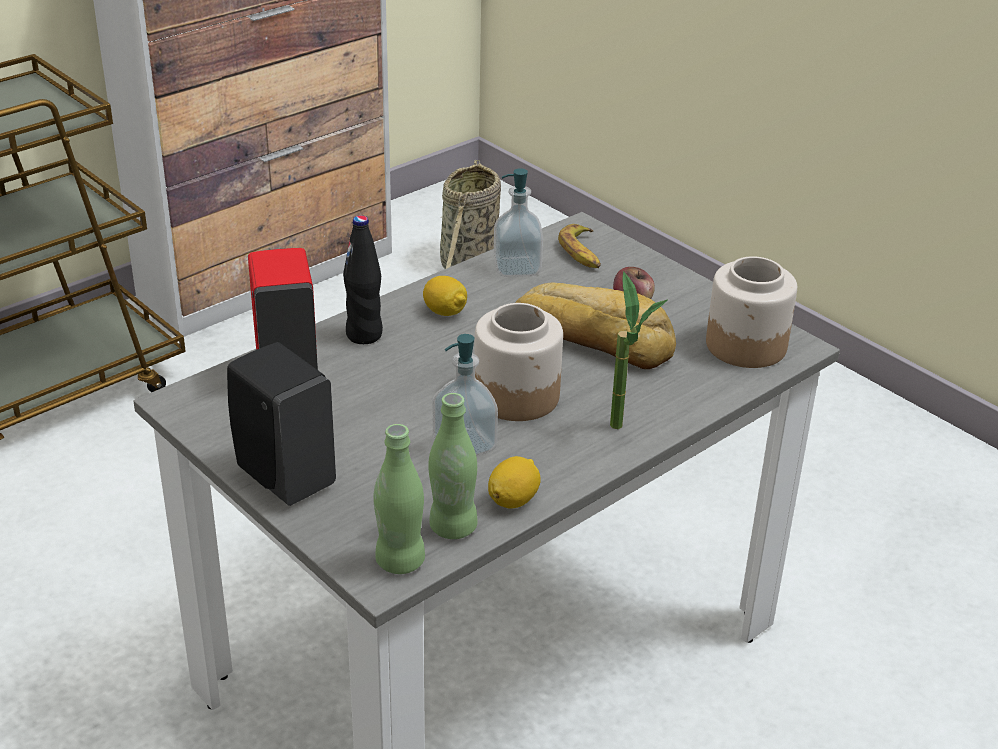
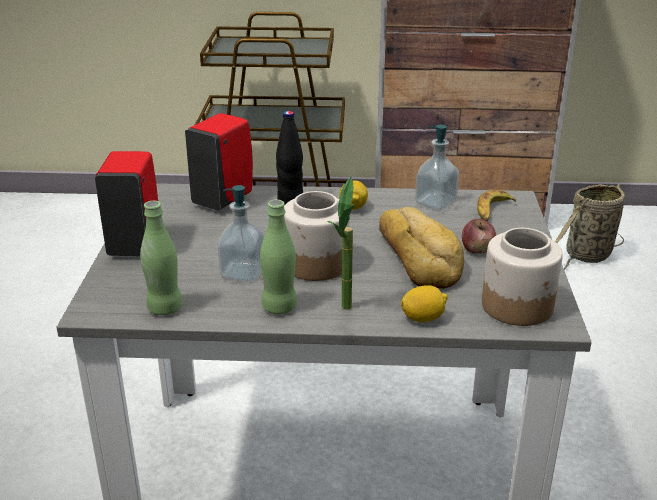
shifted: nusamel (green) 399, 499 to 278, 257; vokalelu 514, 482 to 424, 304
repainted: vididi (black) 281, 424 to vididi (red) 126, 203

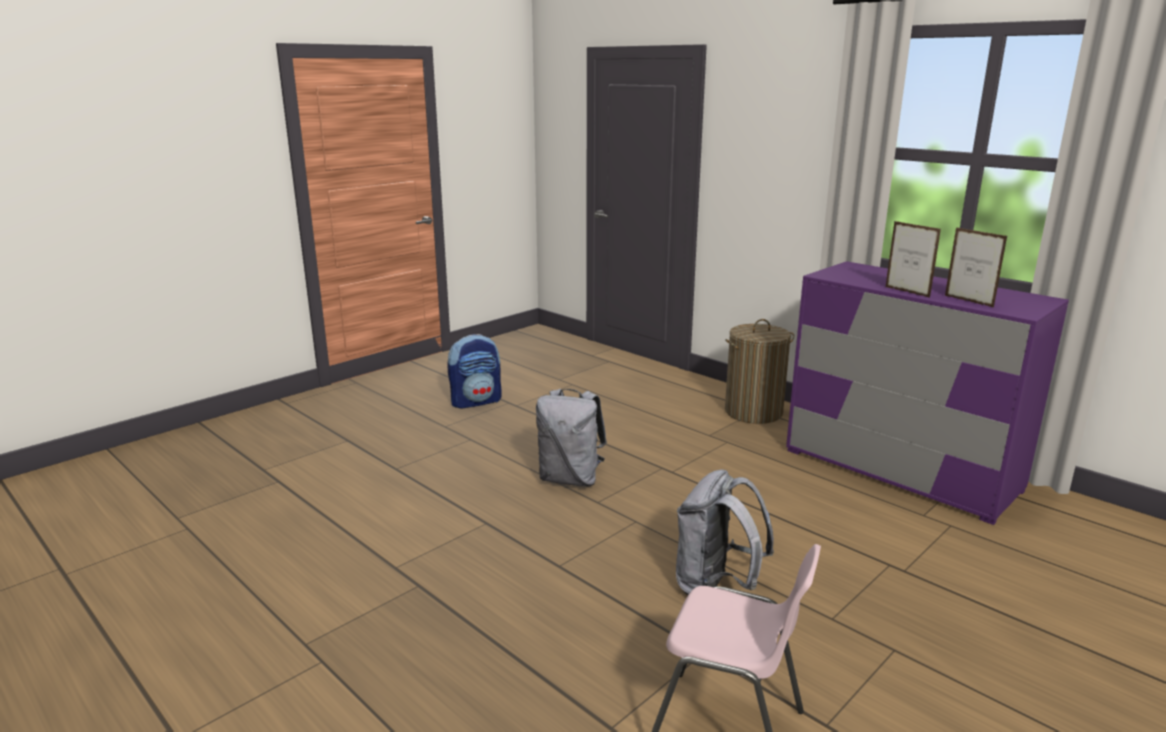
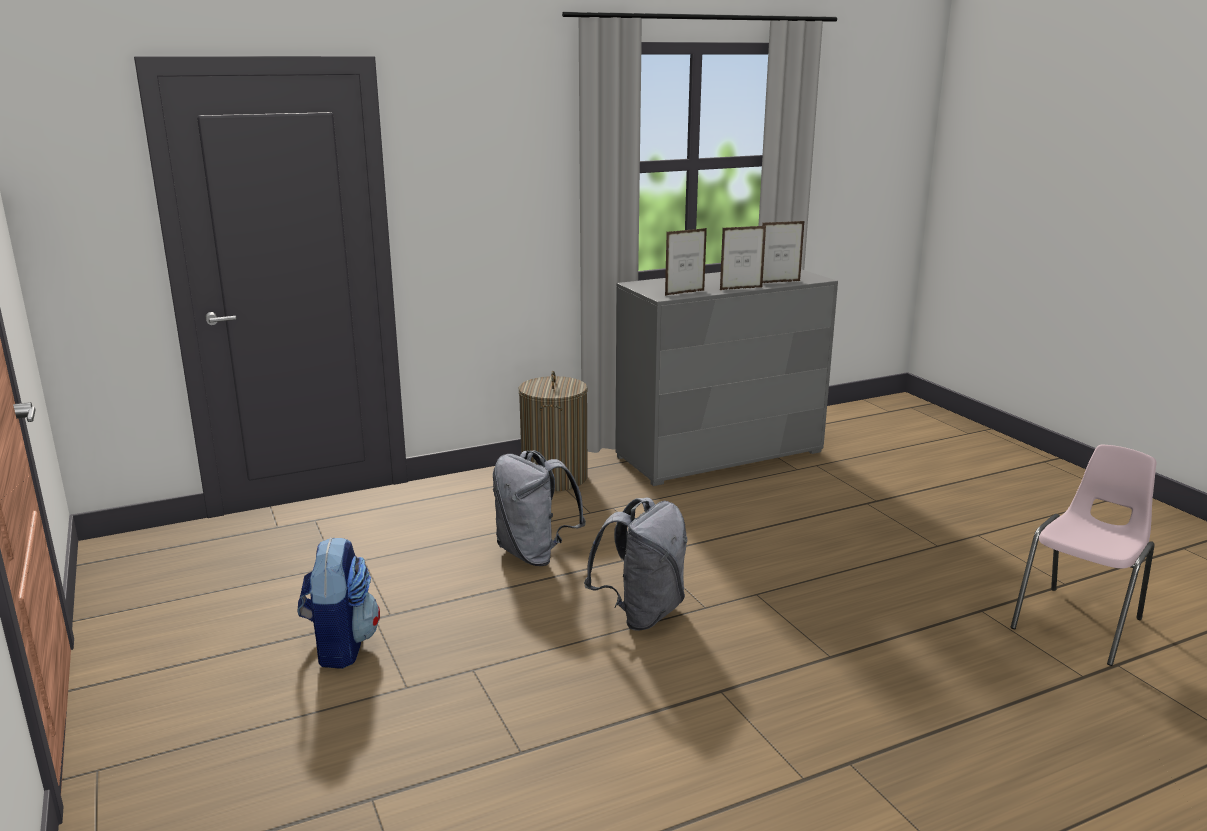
new: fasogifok 686, 262
shifted: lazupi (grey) 725, 532 to 539, 508
repainted: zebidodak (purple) 927, 393 to zebidodak (grey) 726, 377

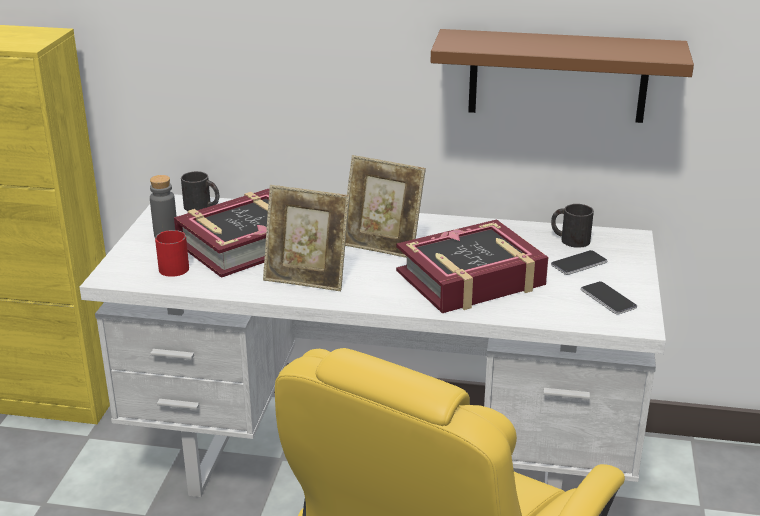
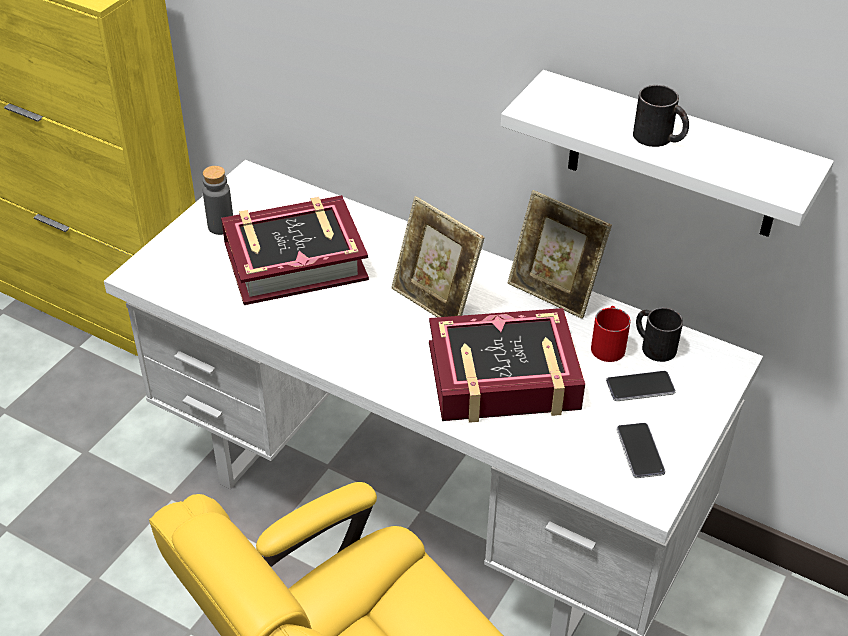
shifted: fasogifok 306, 238 to 560, 254; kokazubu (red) 172, 253 to 611, 334; kokazubu (black) 200, 191 to 661, 116
repainted: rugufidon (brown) 562, 76 to rugufidon (white) 667, 153

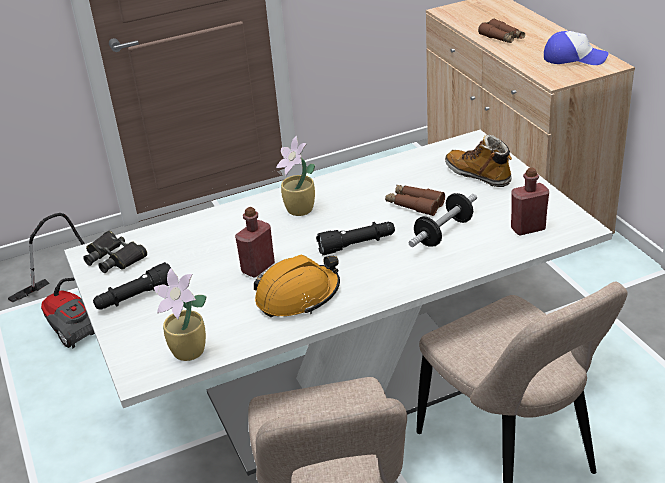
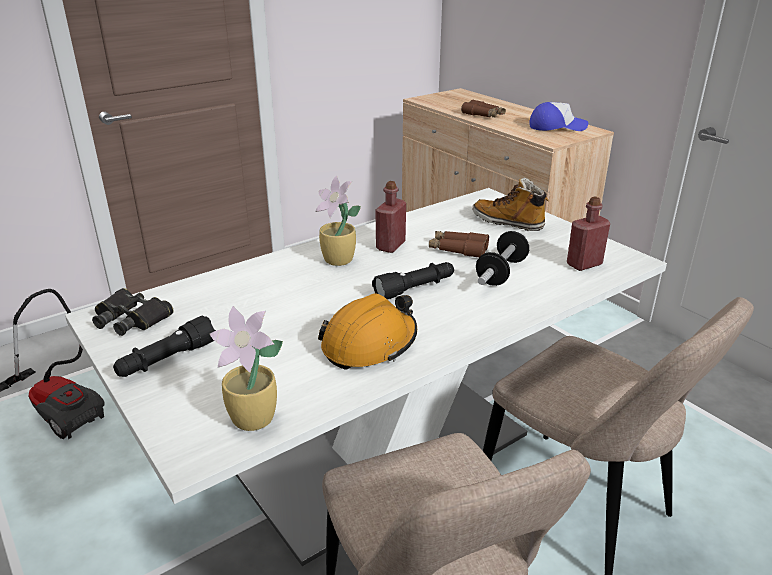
shifted: nusamel (red) 255, 242 to 390, 217

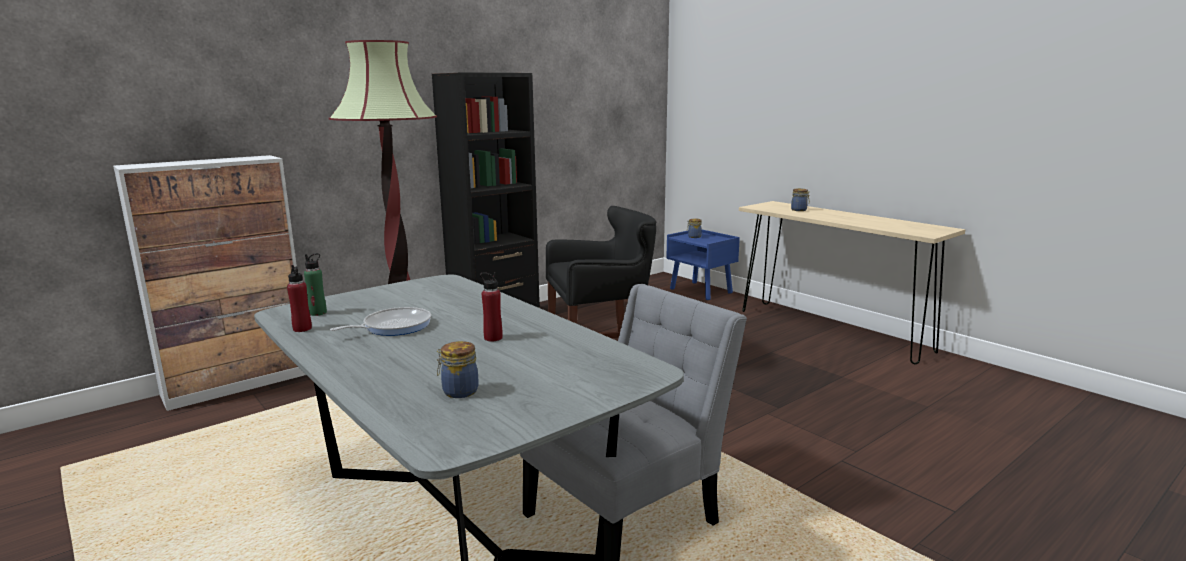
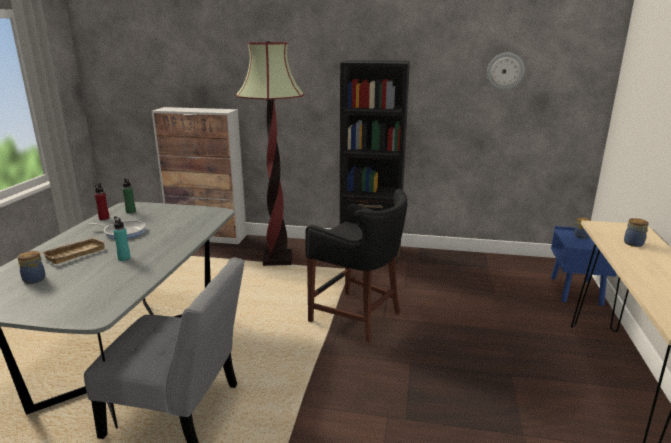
new: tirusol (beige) 73, 250; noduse 506, 71
repainted: nusamel (red) 491, 306 to nusamel (turquoise) 122, 238

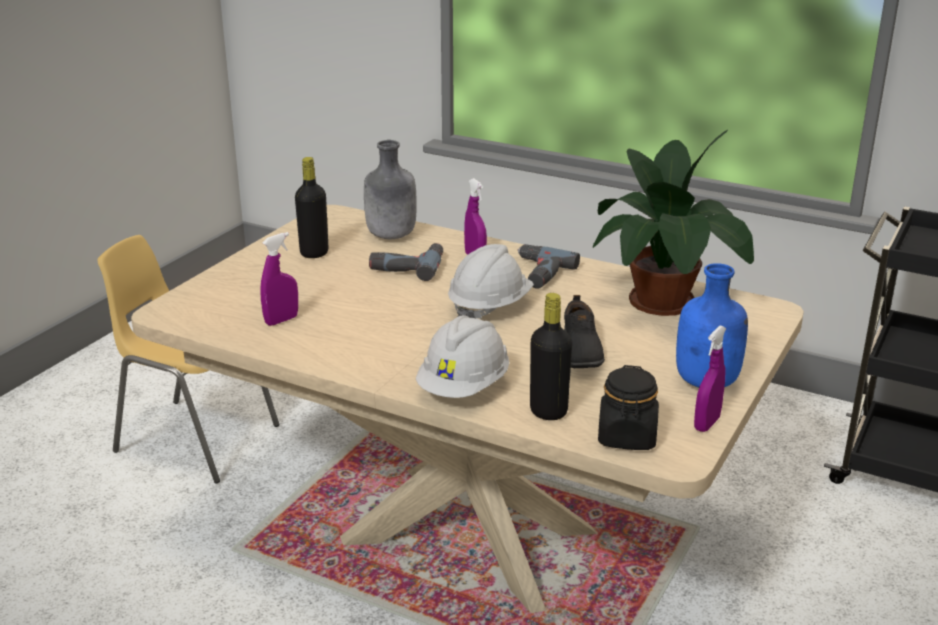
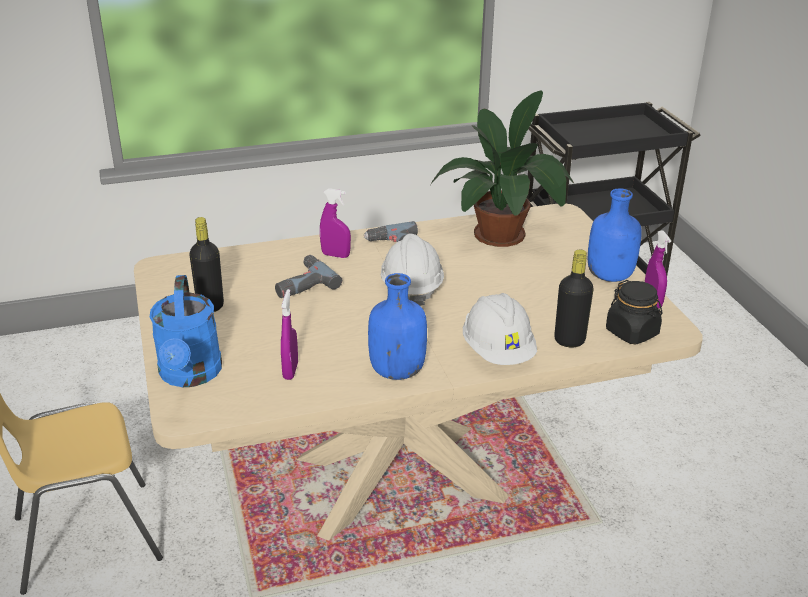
gone: nusamel (grey) 390, 189; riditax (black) 584, 331
new: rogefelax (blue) 185, 331; nusamel (blue) 397, 326

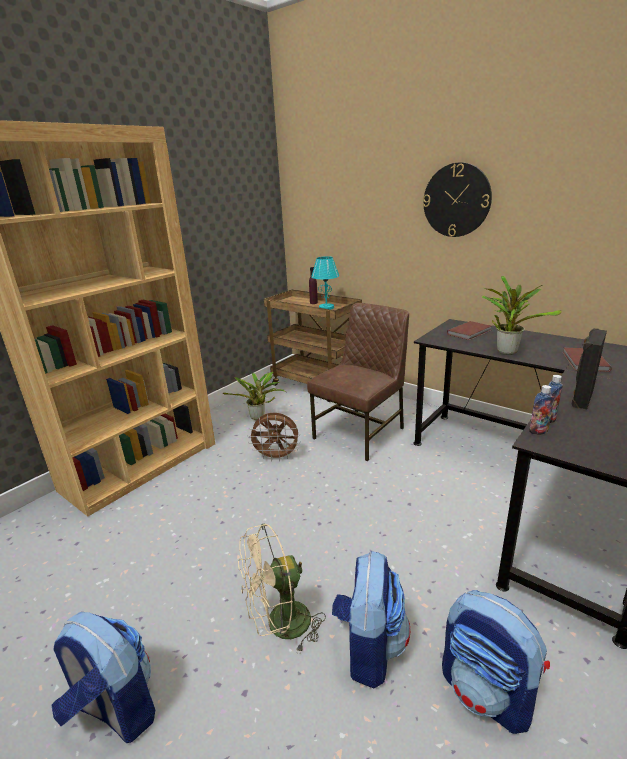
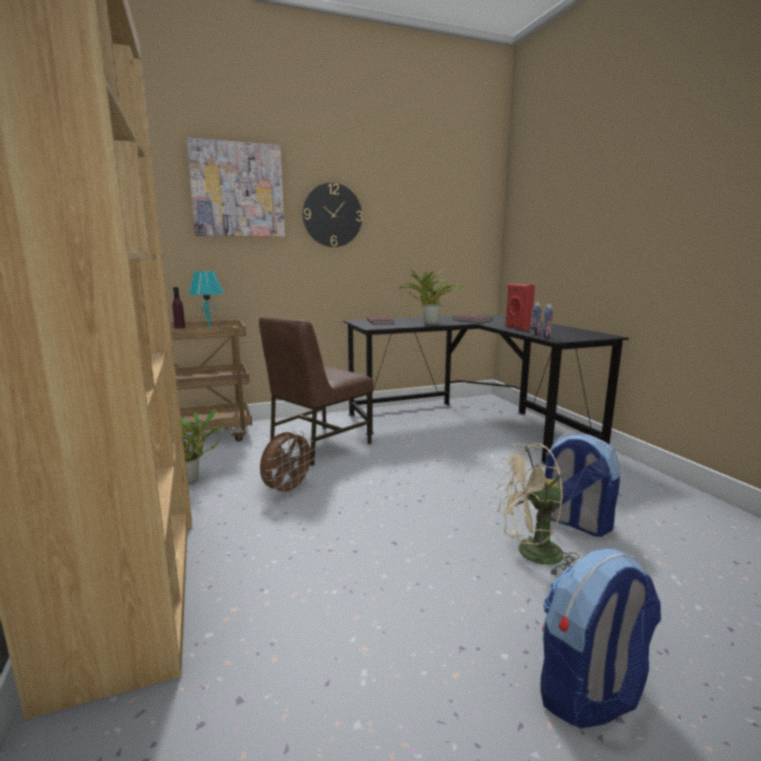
gone: lazupi 496, 662
new: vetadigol 235, 187
repainted: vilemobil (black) 589, 369 to vilemobil (red) 520, 307
rotated: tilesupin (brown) 358, 382 = 316, 391 120 degrees counterclockwise; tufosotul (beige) 282, 588 = 537, 510 75 degrees clockwise

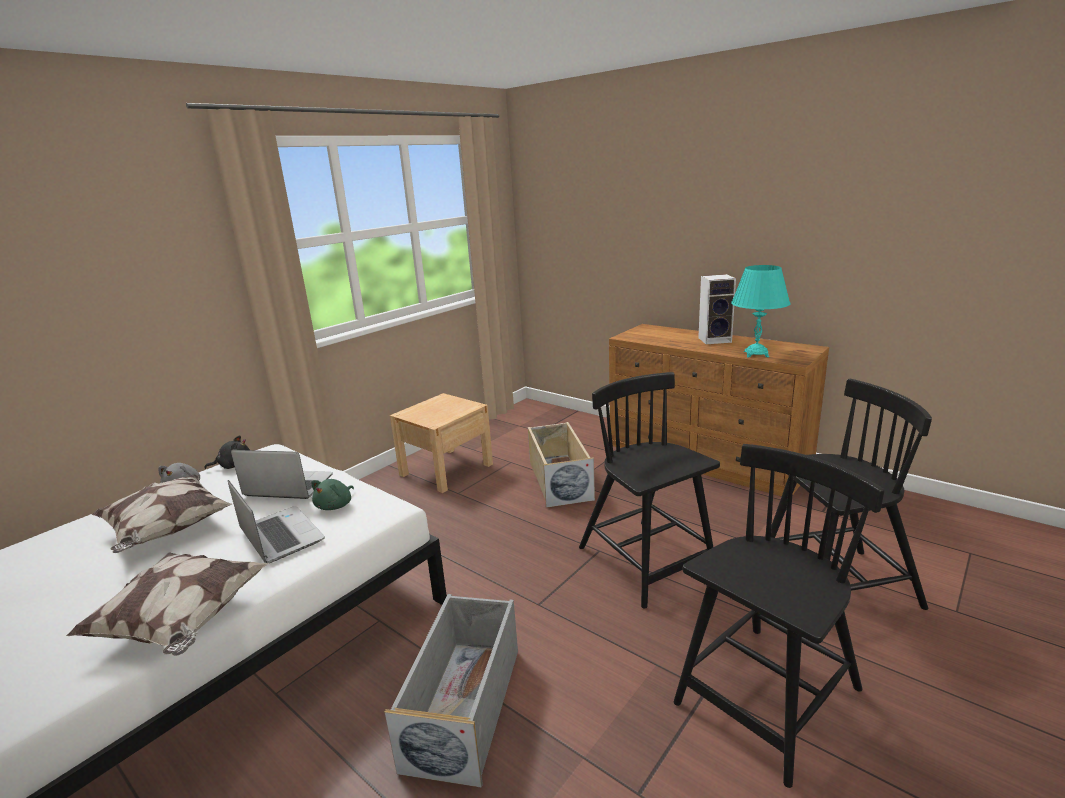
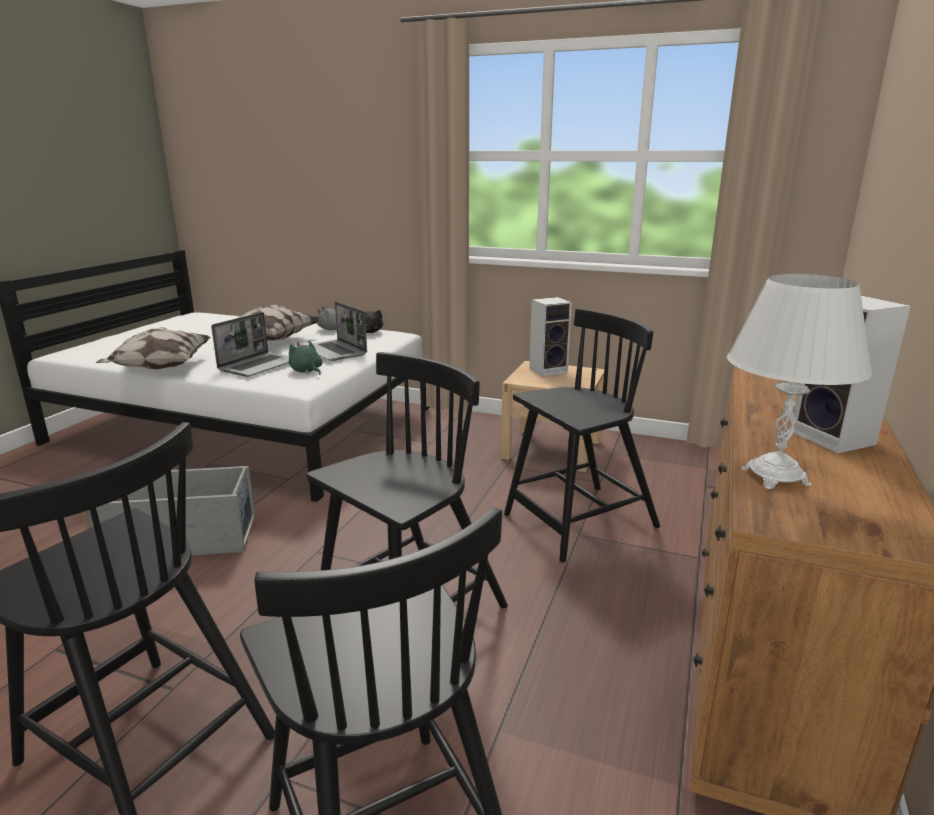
new: vilemobil 550, 336
swapped: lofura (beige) 561, 465 to tilesupin (black) 582, 435
repainted: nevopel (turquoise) 760, 311 to nevopel (white) 800, 381
rotated: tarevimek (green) 333, 494 = 305, 357 45 degrees clockwise; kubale 282, 474 = 337, 331 150 degrees clockwise

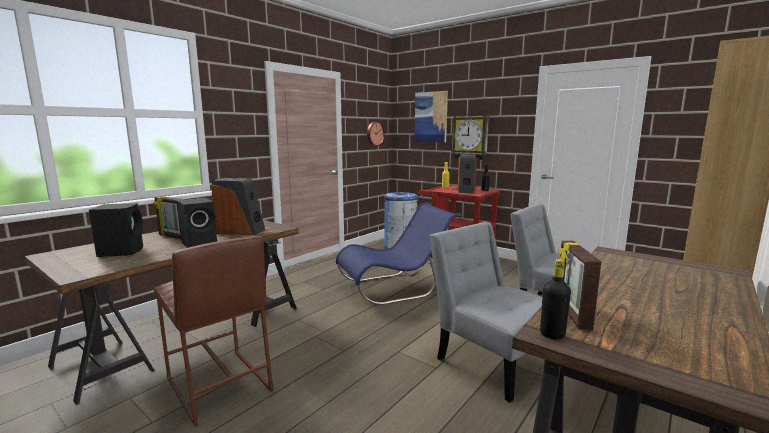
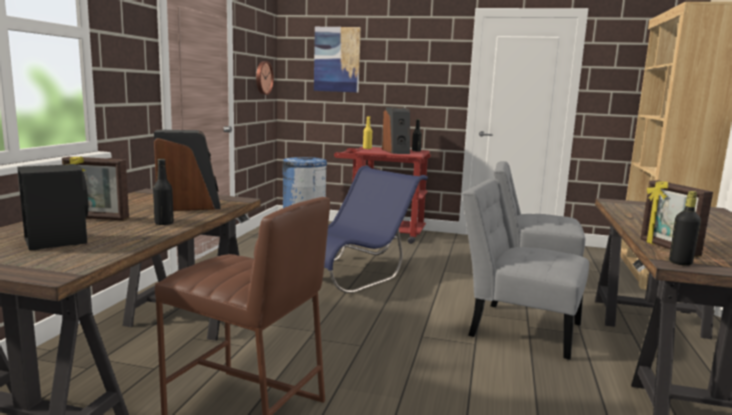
gone: noduse 470, 138
swapped: vilemobil (black) 197, 223 to nusamel (black) 163, 192

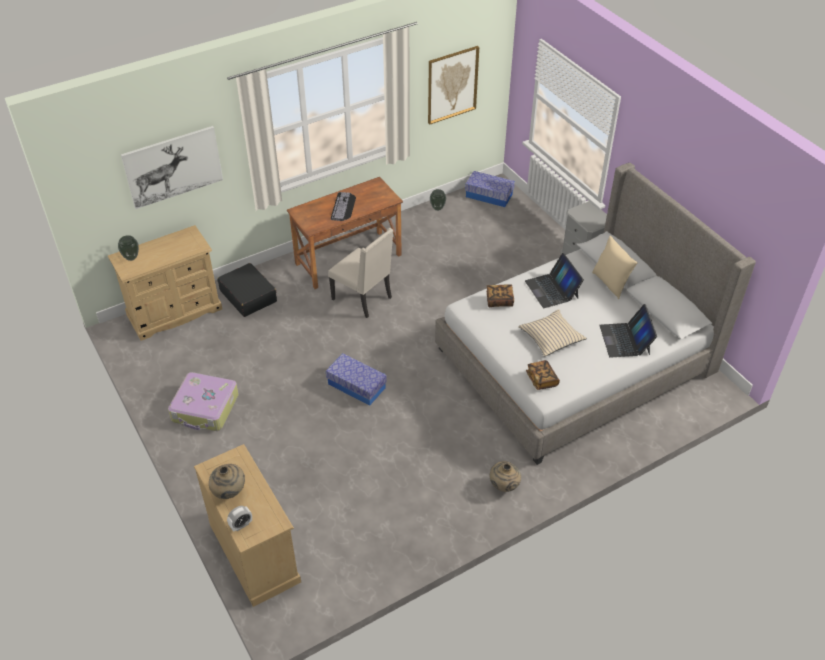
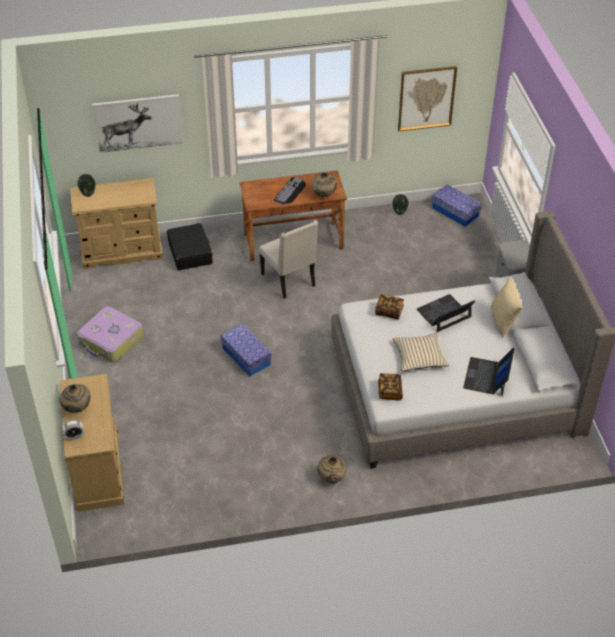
new: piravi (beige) 324, 184
rotated: kubale 554, 280 = 445, 313 60 degrees clockwise

